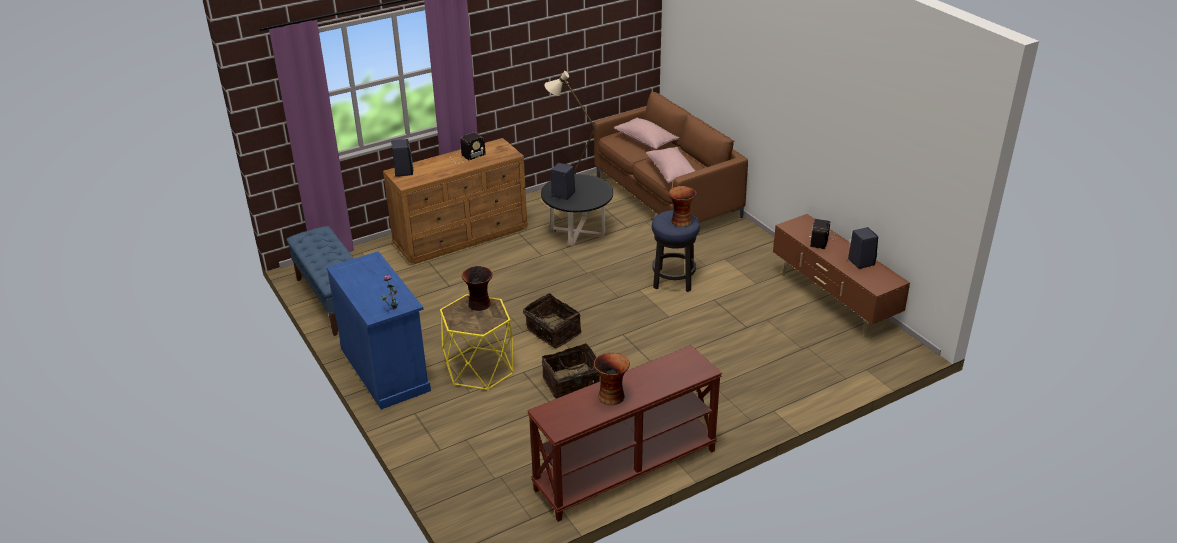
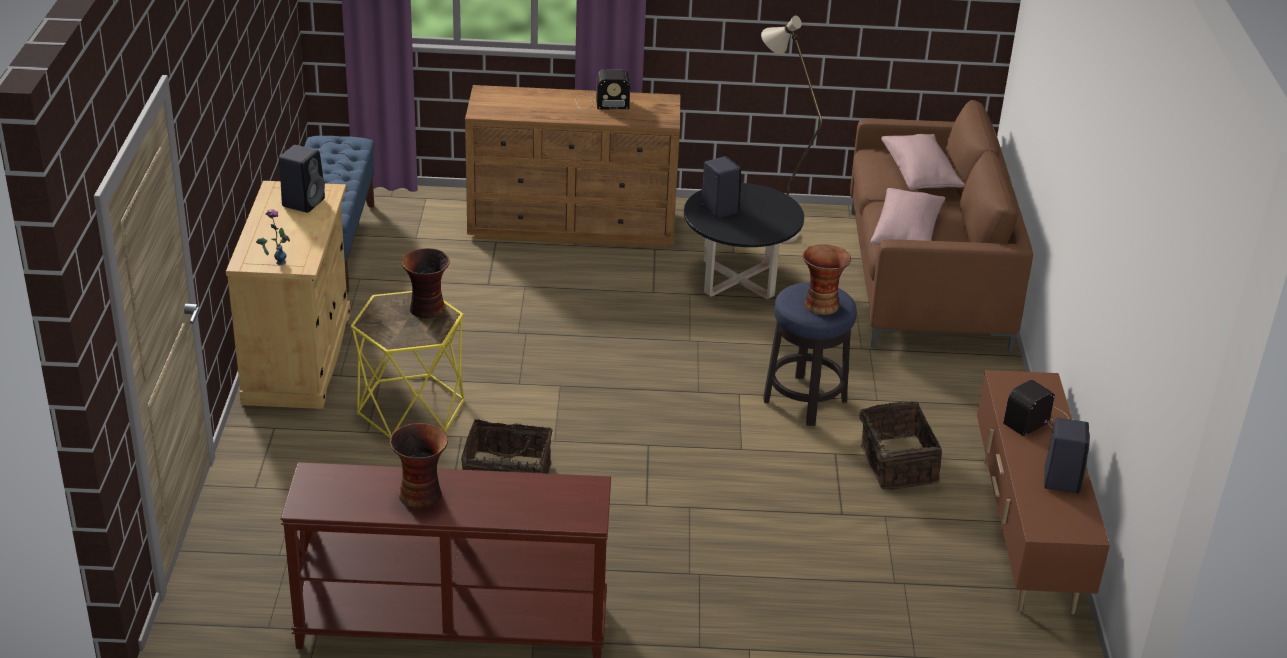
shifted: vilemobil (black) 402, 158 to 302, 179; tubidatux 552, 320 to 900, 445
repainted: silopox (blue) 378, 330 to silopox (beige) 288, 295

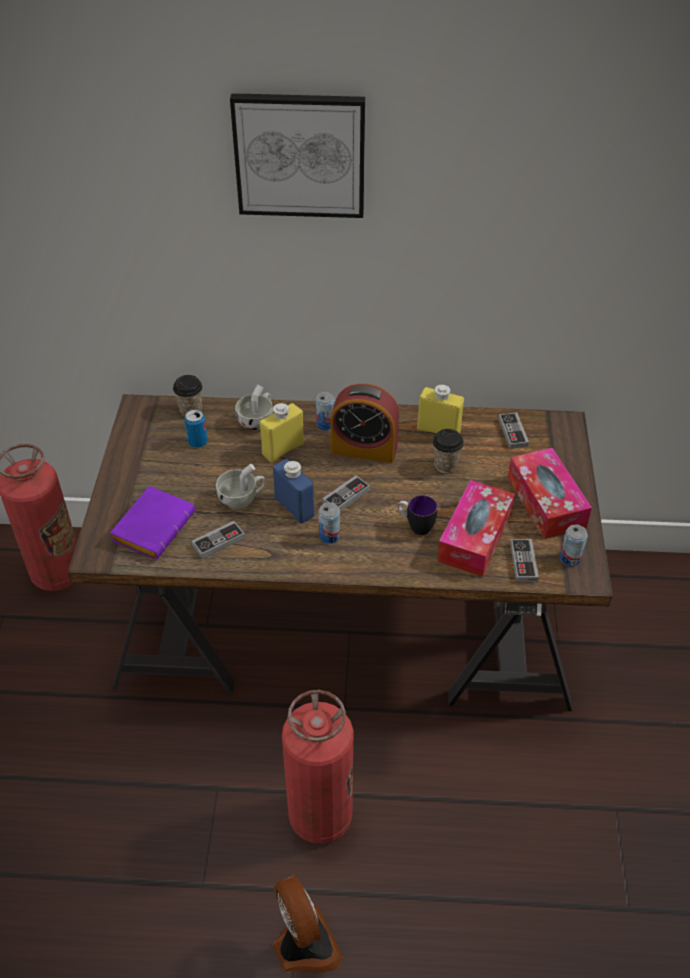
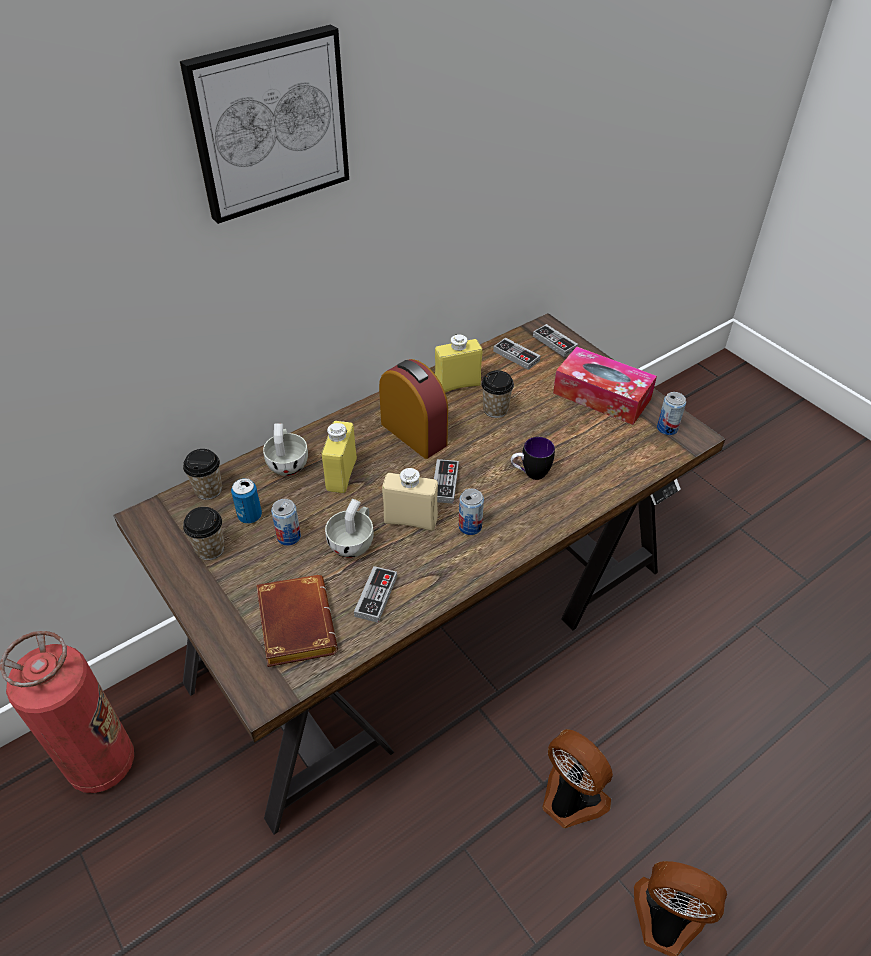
gone: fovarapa 476, 528
new: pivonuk 204, 533
shifted: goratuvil 325, 411 to 286, 522; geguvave 524, 560 to 555, 340
swapped: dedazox 317, 767 to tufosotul 577, 778
repainted: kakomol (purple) 152, 523 to kakomol (brown) 297, 621; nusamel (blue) 294, 491 to nusamel (beige) 410, 499
rotated: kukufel 365, 423 = 413, 409 105 degrees counterclockwise

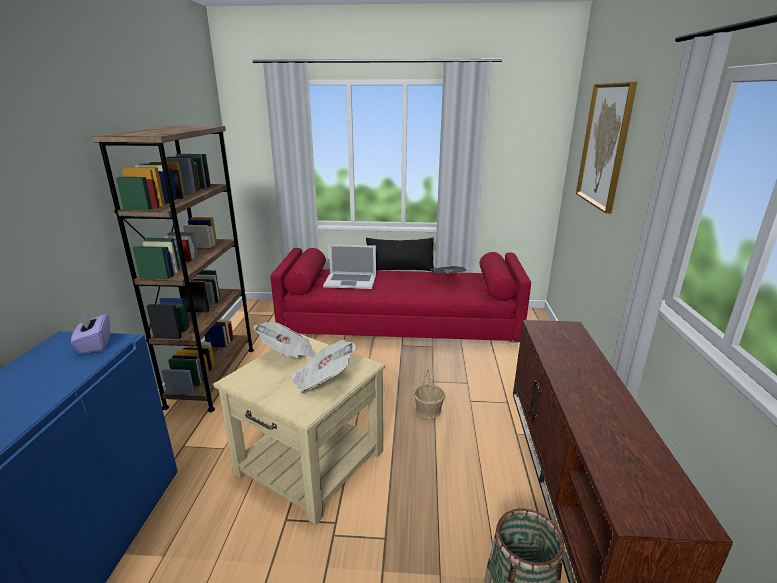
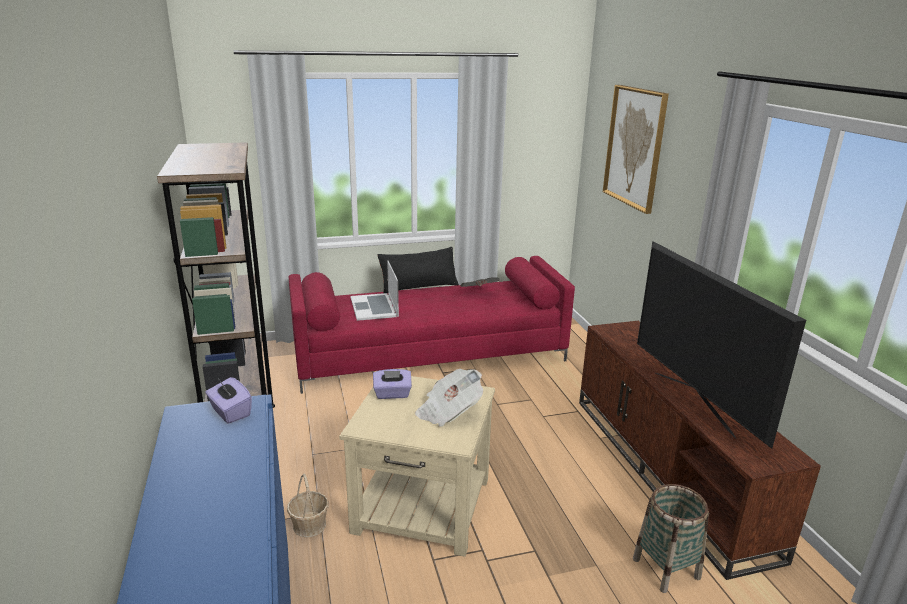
new: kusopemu 721, 345
shifted: tubidatux 429, 394 to 308, 505
swapped: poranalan 285, 340 to fovarapa (purple) 392, 384
rotated: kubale 349, 266 = 374, 290 90 degrees clockwise

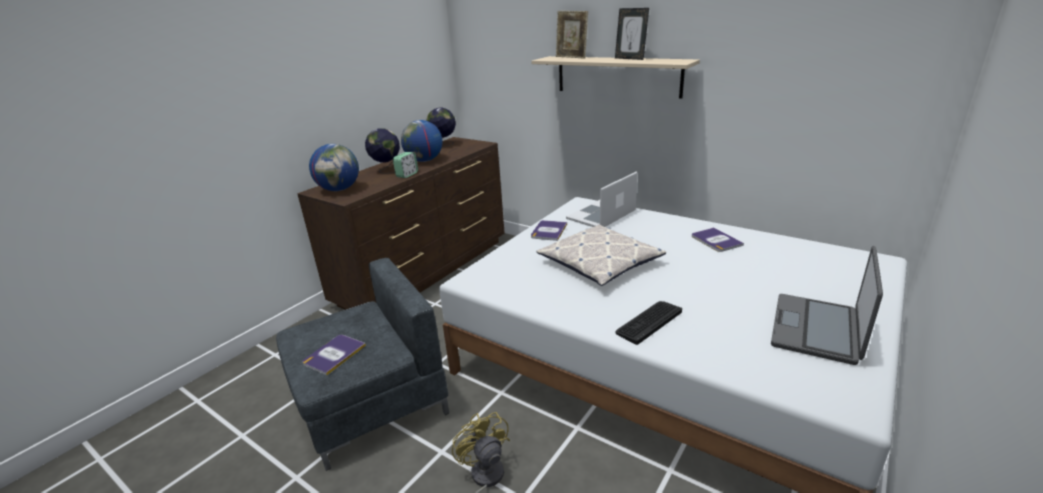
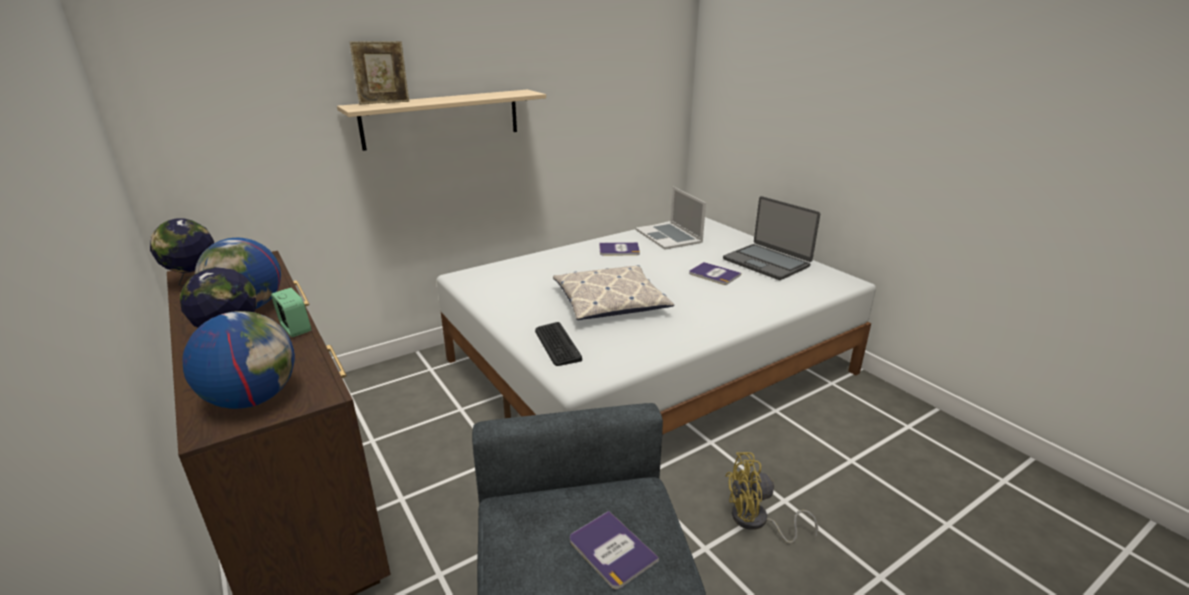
gone: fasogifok 632, 34
shifted: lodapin 648, 323 to 558, 344; kubale 601, 199 to 670, 218; kakomol 549, 230 to 715, 273

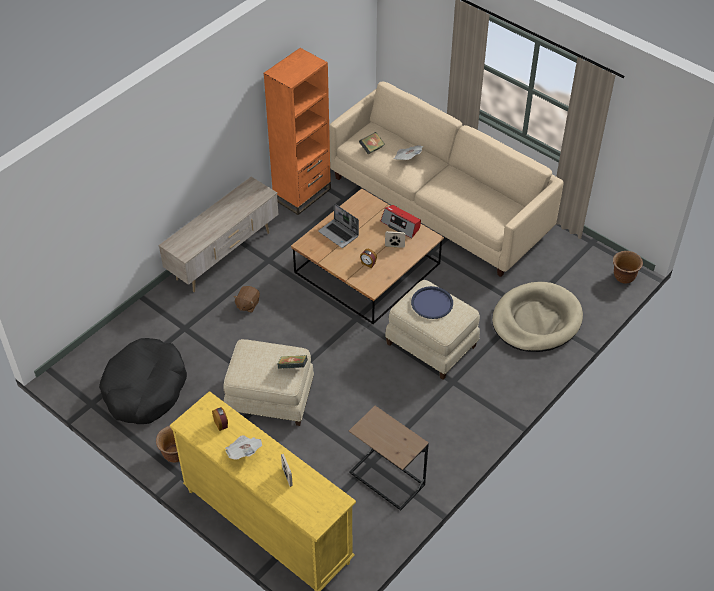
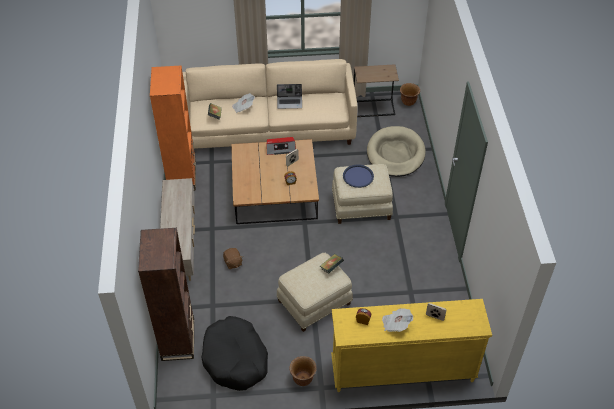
new: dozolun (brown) 166, 294
shifted: kubale 338, 225 to 289, 96; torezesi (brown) 389, 458 to 376, 90

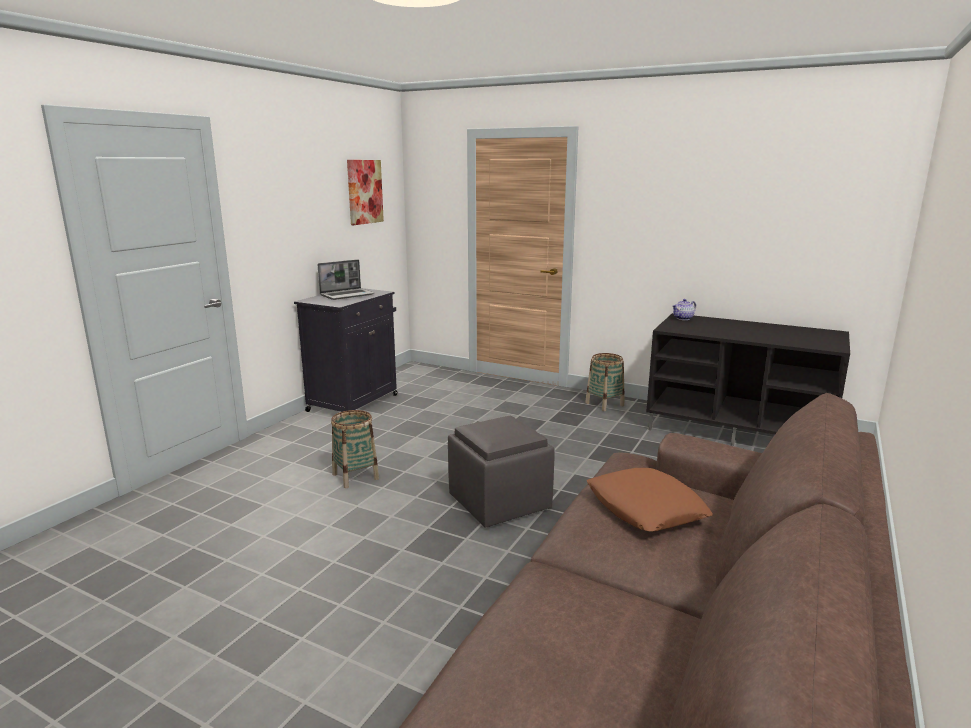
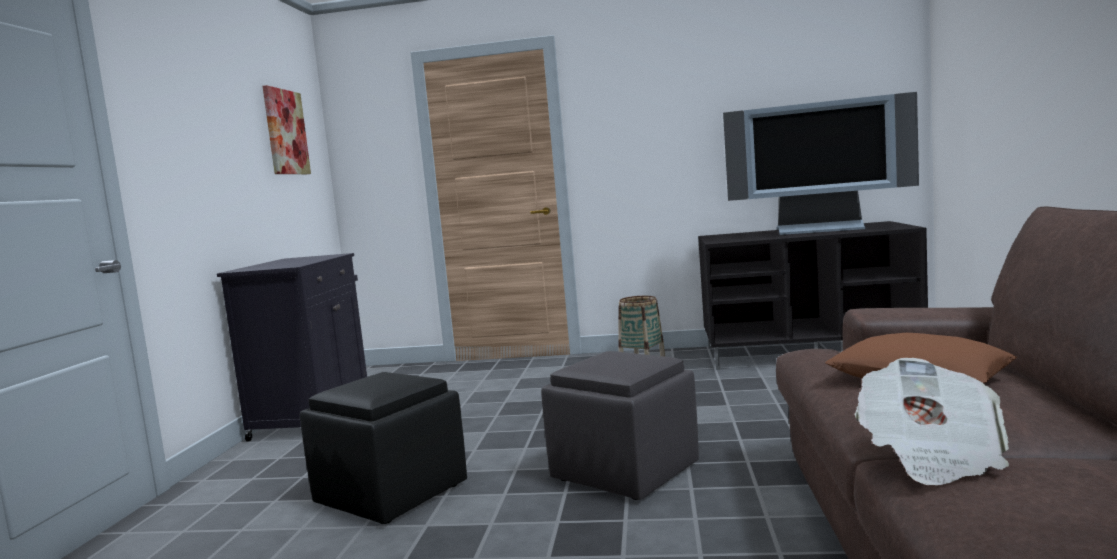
gone: kubale 346, 280; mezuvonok 684, 309
new: kusopemu 821, 163; poranalan 932, 421
swapped: tubidatux 355, 449 to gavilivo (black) 383, 448

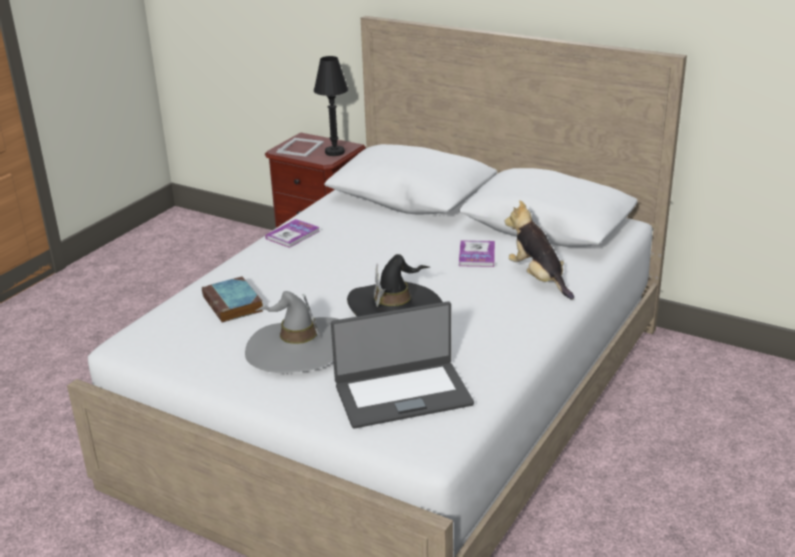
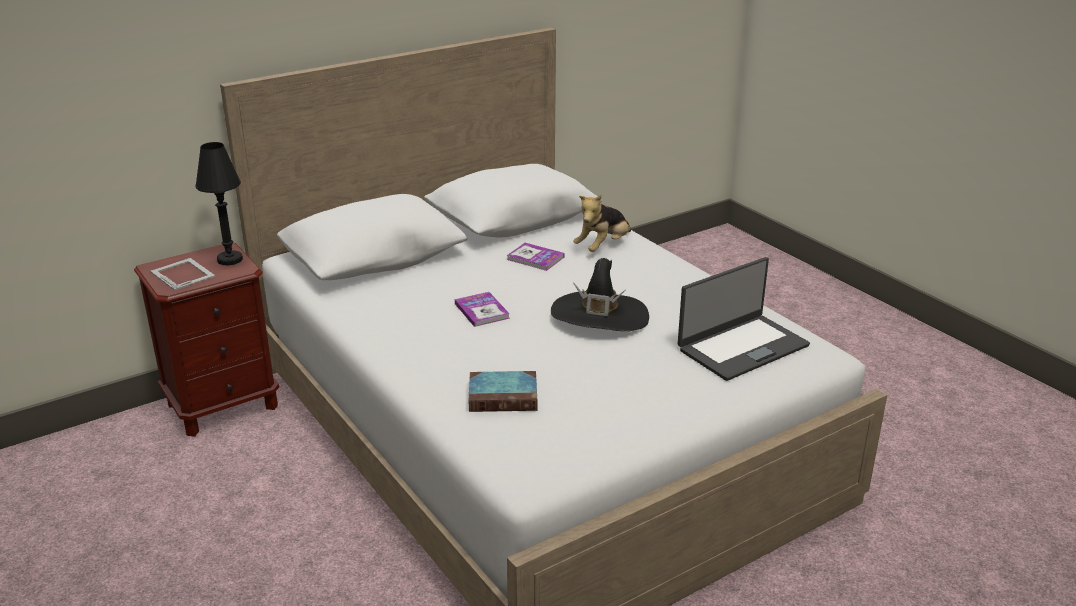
gone: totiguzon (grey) 292, 332
shifted: kakomol 292, 233 to 482, 309
rotated: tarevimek 539, 250 = 602, 223 45 degrees counterclockwise; kubale 402, 364 = 744, 319 45 degrees clockwise

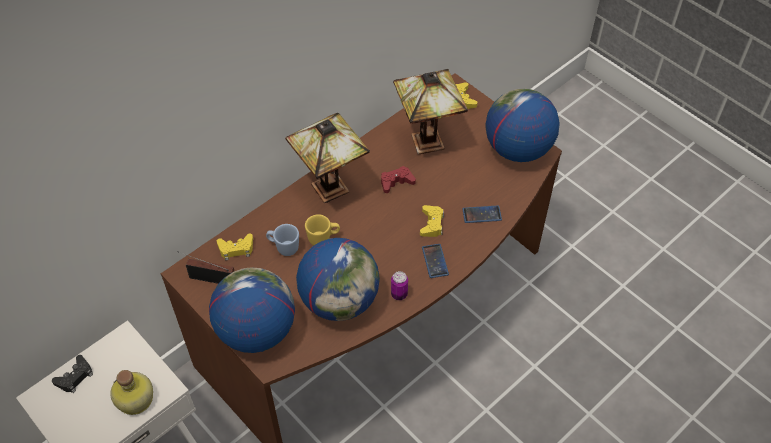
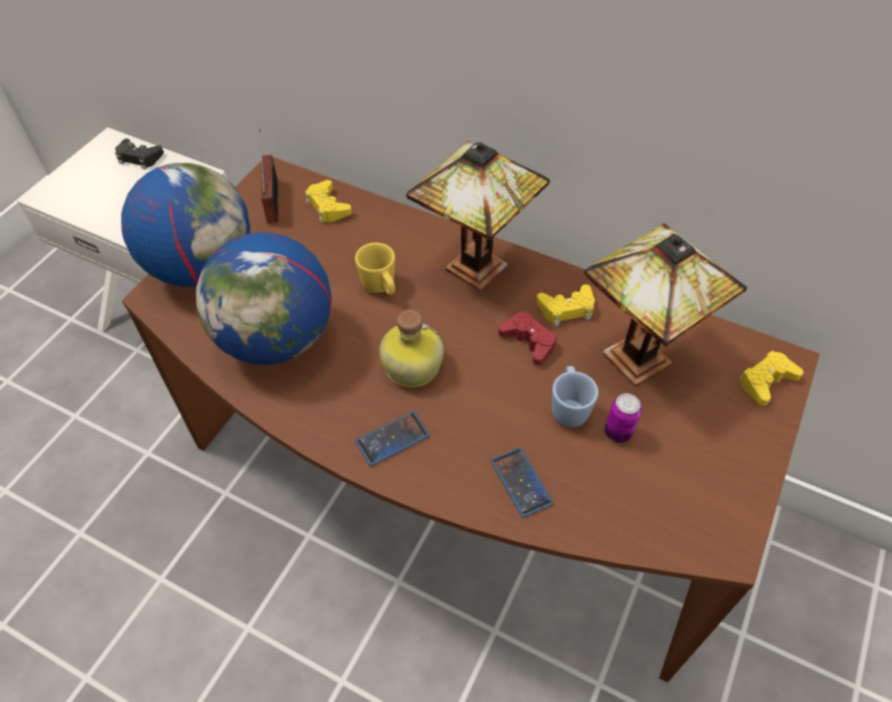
gone: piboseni 522, 125
shifted: nusamel 131, 392 to 411, 348; geguvave (yellow) 432, 221 to 565, 305; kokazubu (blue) 282, 240 to 575, 396; goratuvil 399, 285 to 623, 418

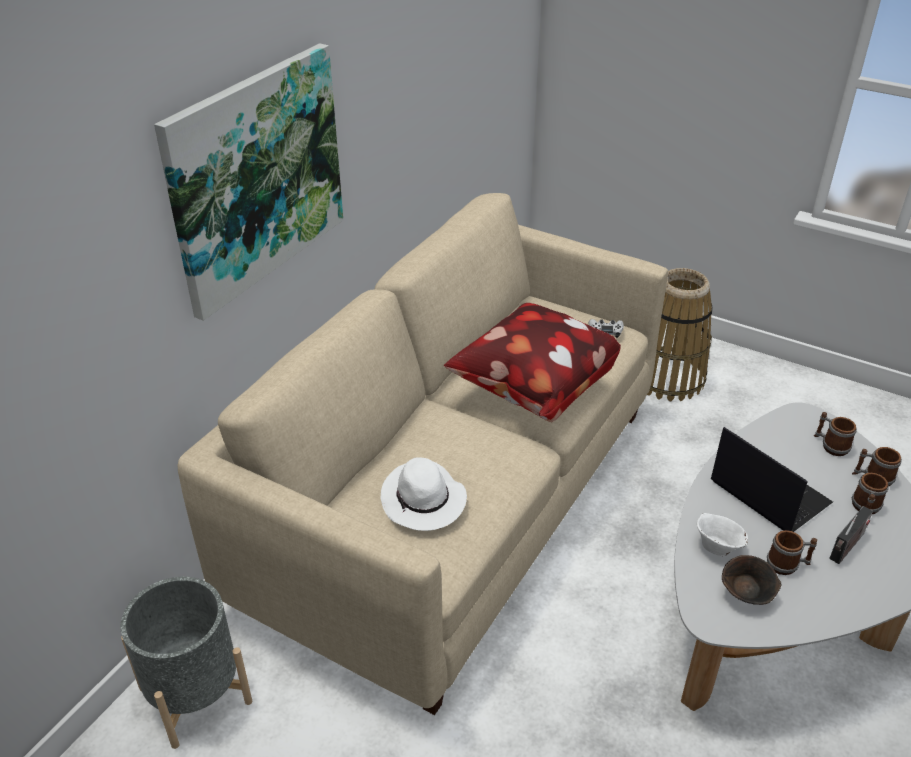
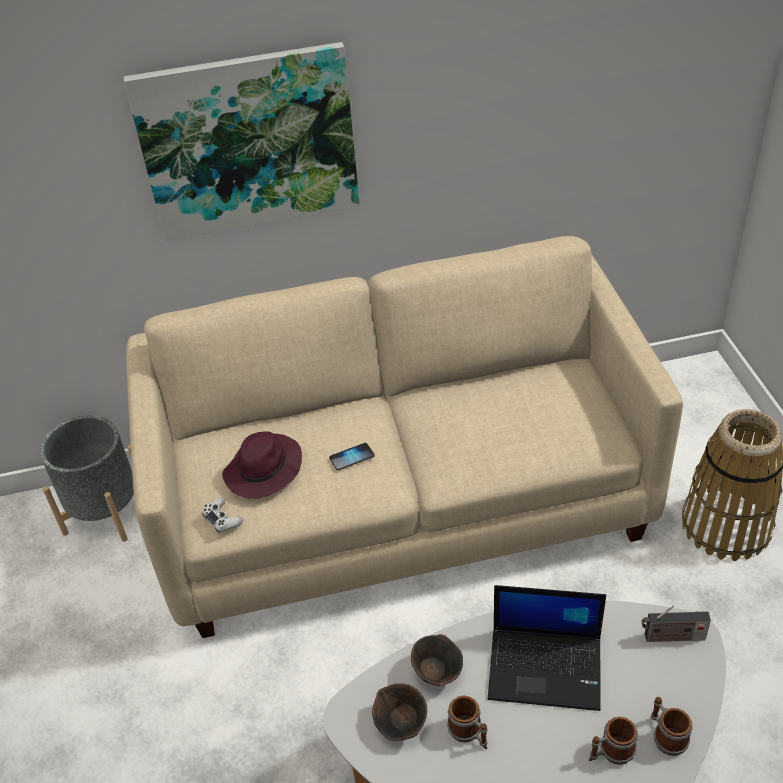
gone: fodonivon 532, 362; kokazubu 835, 434
new: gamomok 352, 456
shifted: geguvave (white) 606, 328 to 222, 515; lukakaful 851, 535 to 676, 623
repainted: totiguzon (white) 424, 494 to totiguzon (purple) 262, 464; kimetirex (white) 722, 534 to kimetirex (brown) 437, 660
rotated: kubale 772, 479 = 547, 648 90 degrees clockwise

